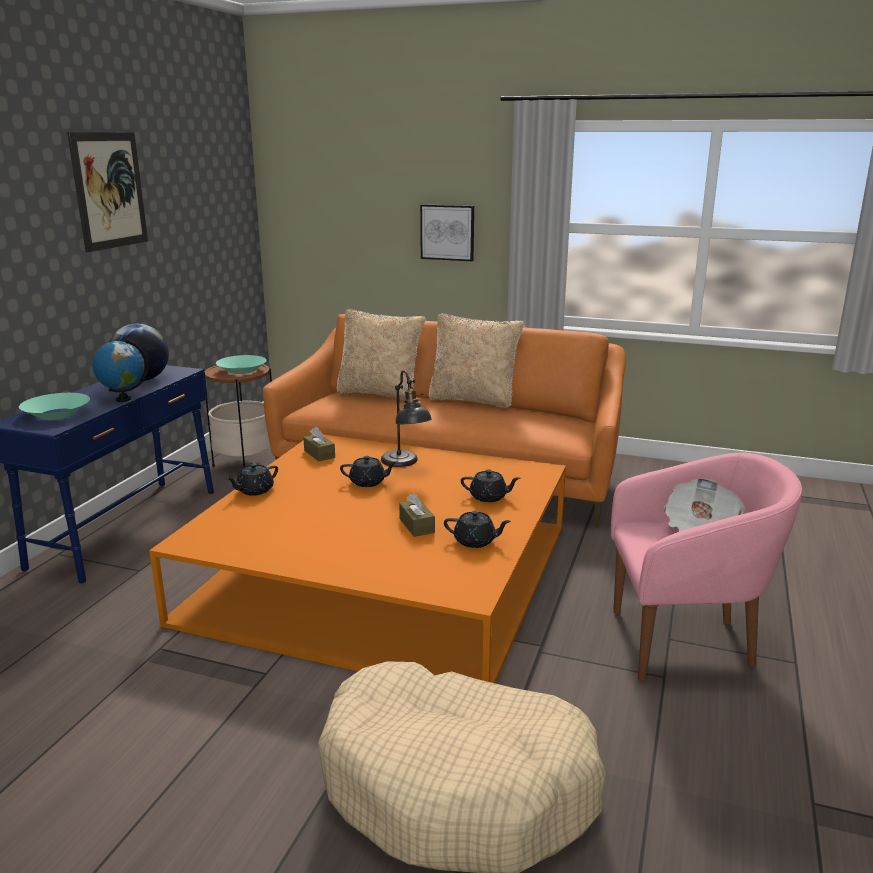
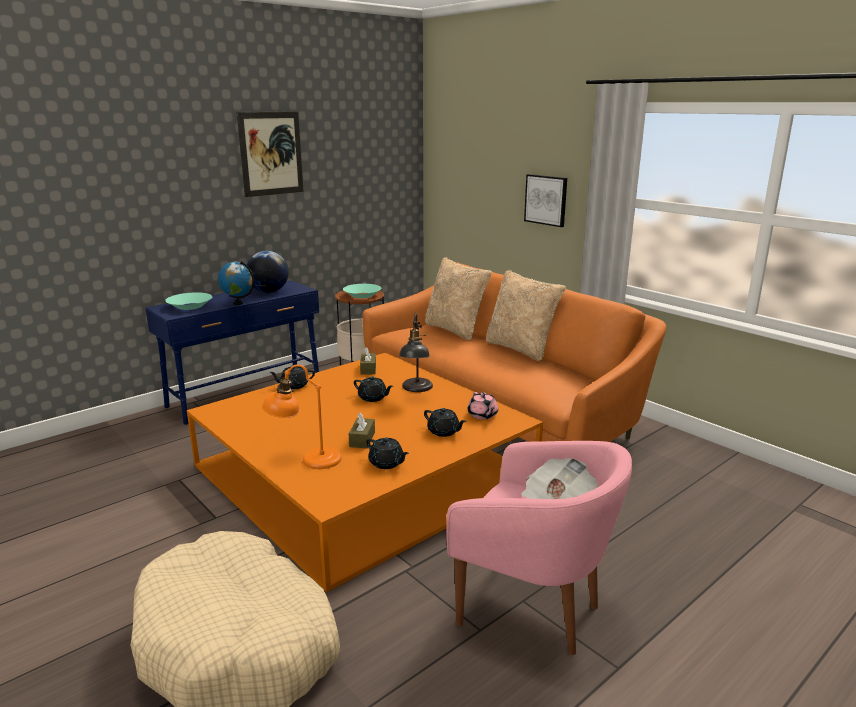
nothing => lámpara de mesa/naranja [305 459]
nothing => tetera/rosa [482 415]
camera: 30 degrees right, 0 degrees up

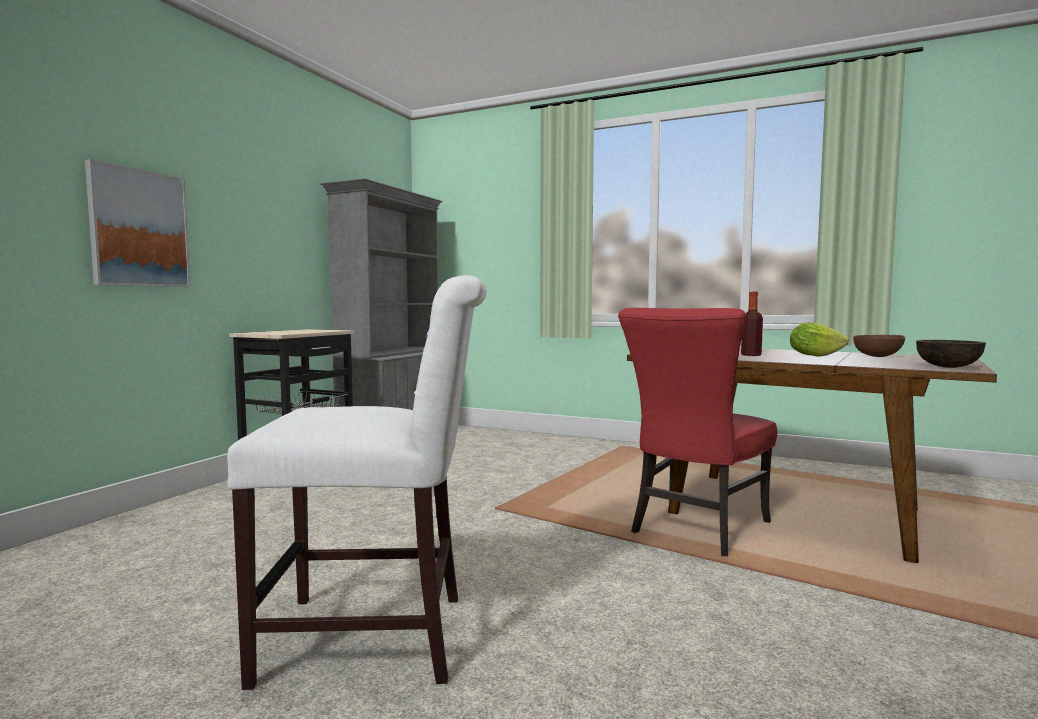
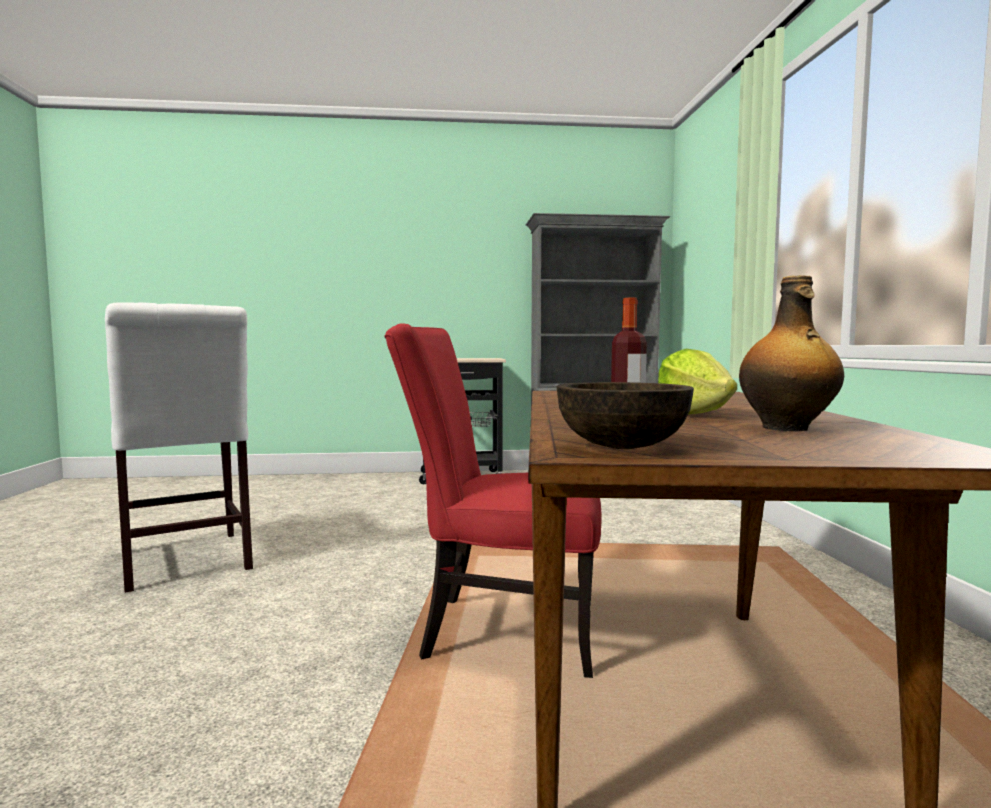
cuadro [139 228] => nothing
cuenco/marrón [879 356] => botella [786 428]
camera: 60 degrees right, 0 degrees up

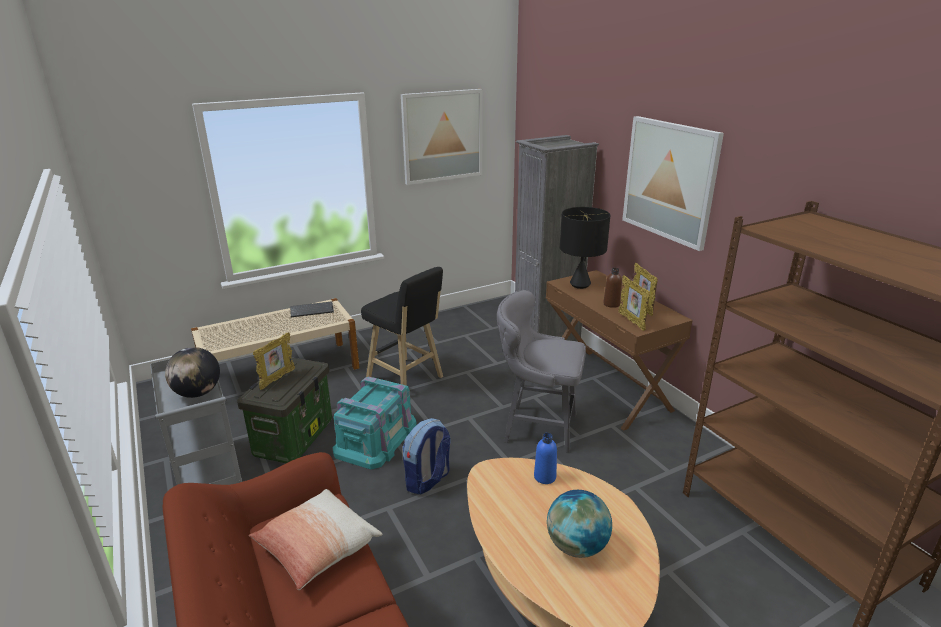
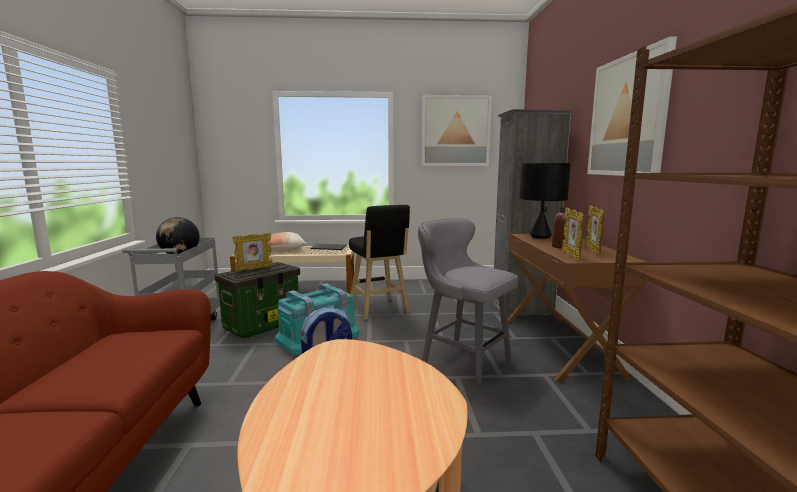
botella/azul [545 477] => nothing
cojín [317 548] => cojín [283 249], moved
globo terráqueo [577 546] => nothing
camera: 25 degrees right, 15 degrees down

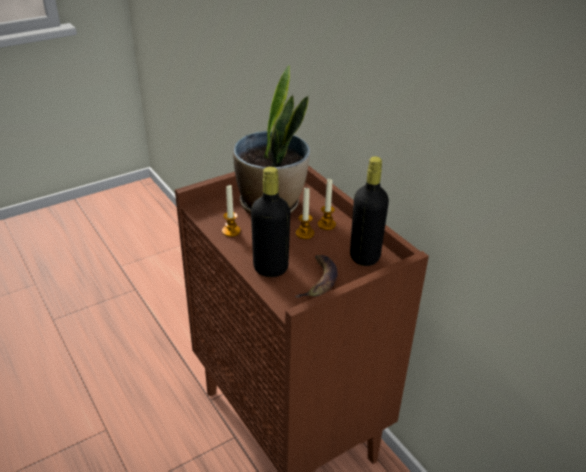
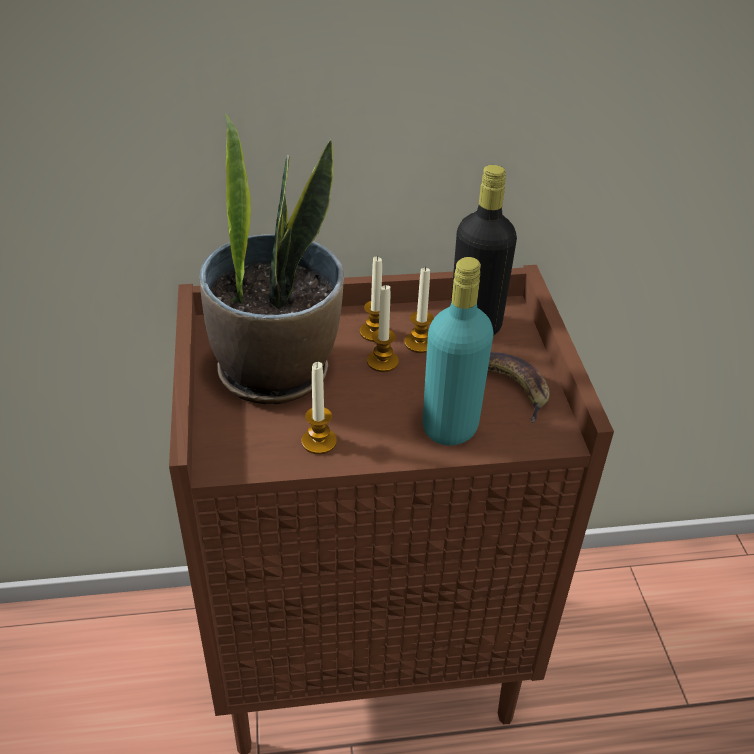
botella/negro [270 268] => botella/turquesa [450 427]
nothing => vela [420 343]
camera: 65 degrees left, 5 degrees up

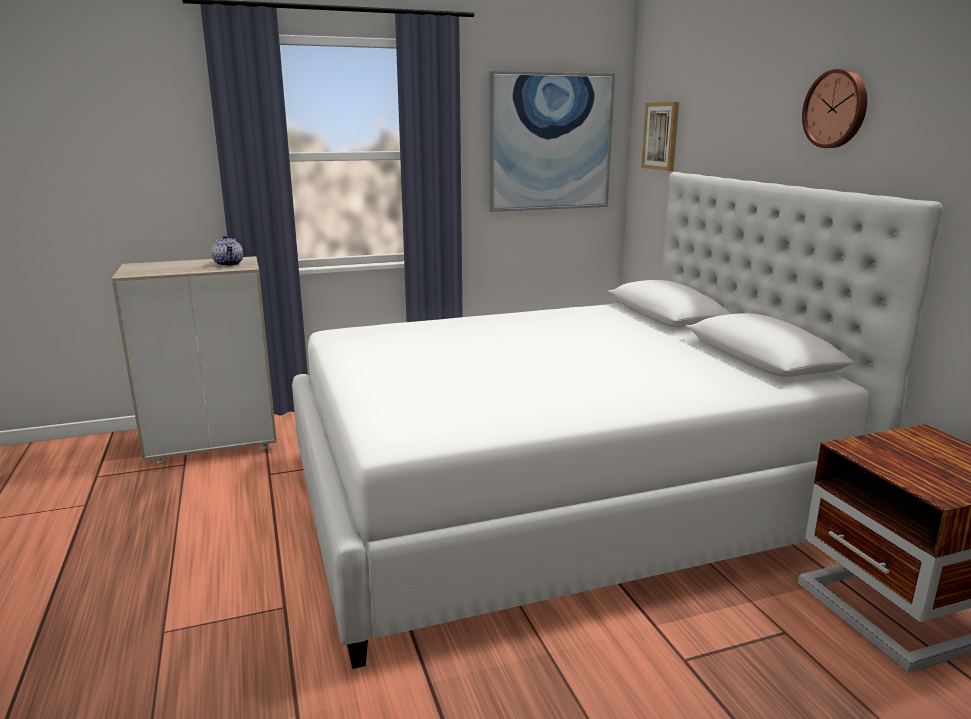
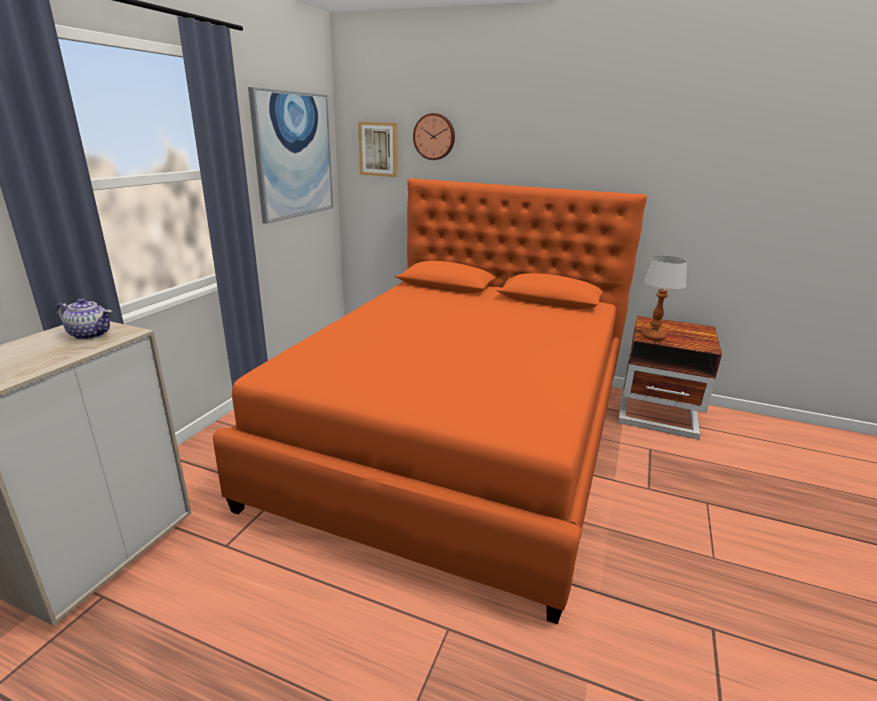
reloj de pared [836 109] => reloj de pared [434 136], moved
cama/blanco [555 496] => cama/naranja [458 438]
nothing => lámpara de mesa [653 337]
camera: 50 degrees left, 5 degrees up

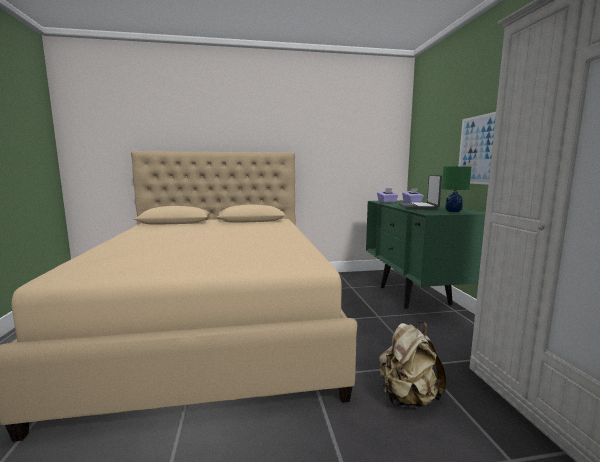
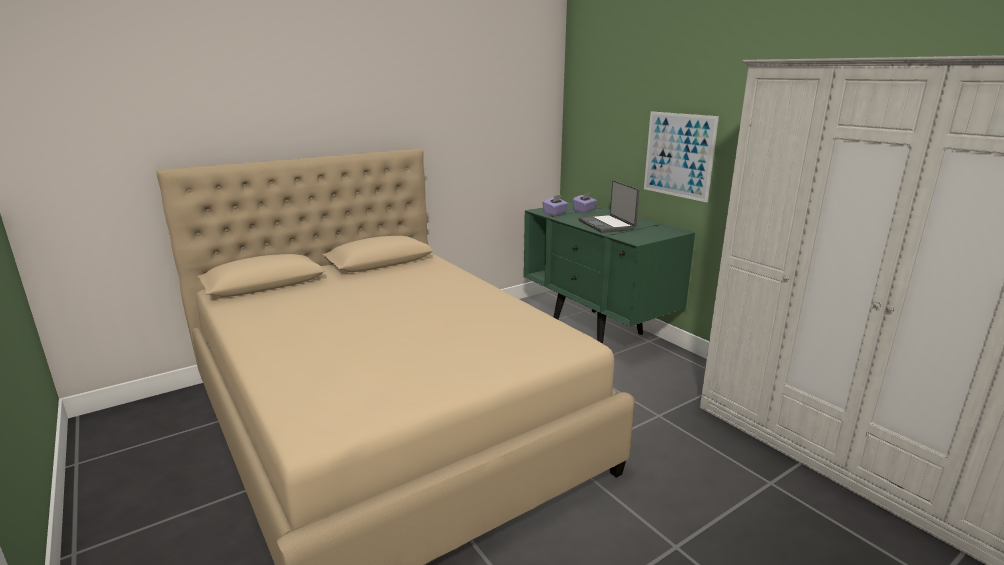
lámpara de mesa/verde [454 211] => nothing
mochila/beis [407 398] => nothing
camera: 25 degrees left, 10 degrees up

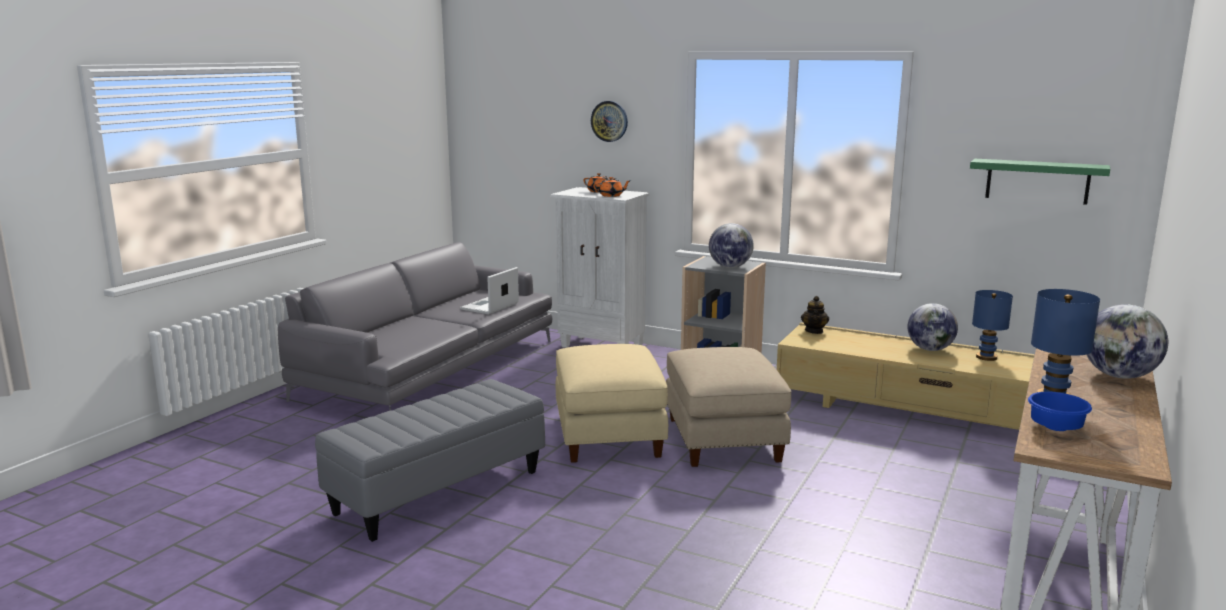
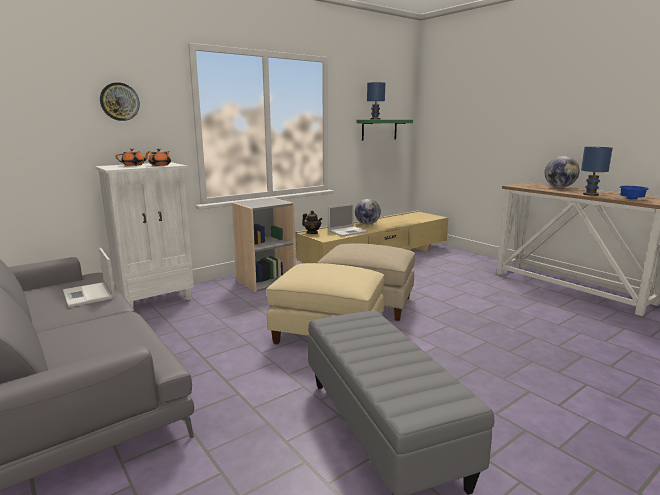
globo terráqueo [730 267] => nothing
lámpara de mesa/azul [986 357] => lámpara de mesa/azul [375 119], moved
nothing => portátil [348 231]
camera: 65 degrees left, 0 degrees up

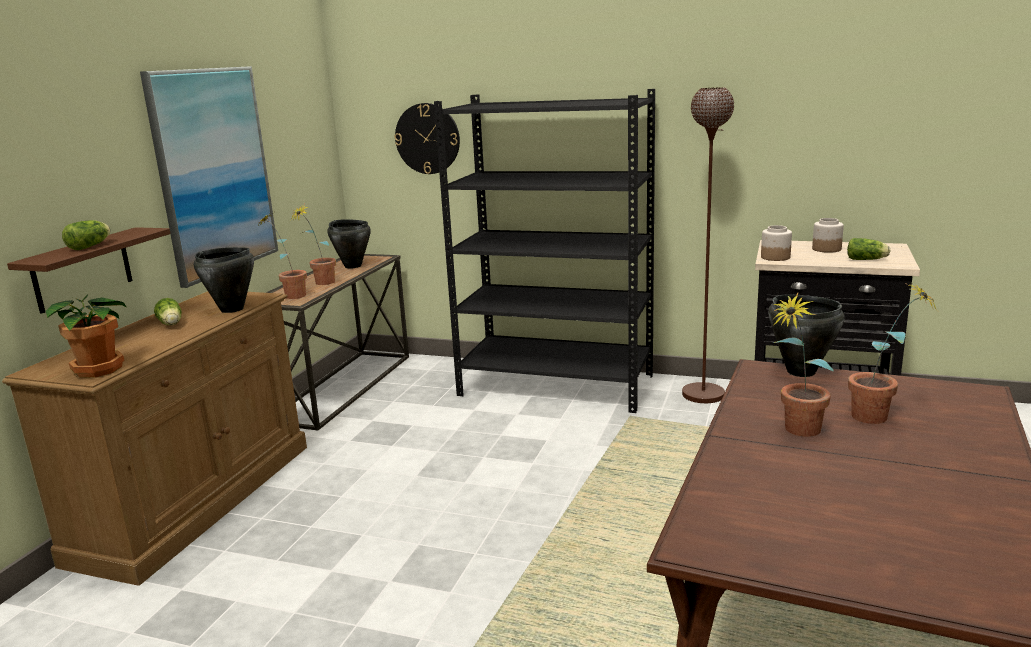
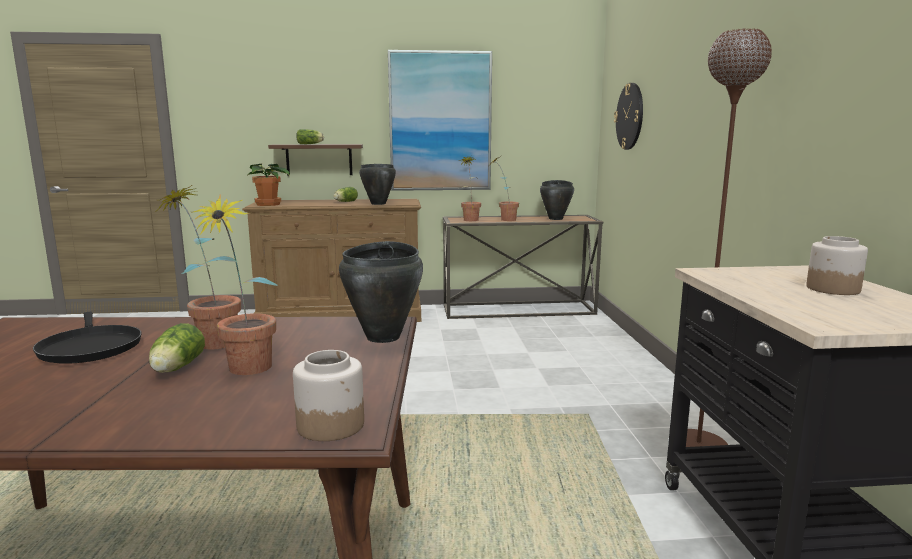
estantería/negro [556 385] => nothing
tarro [775 257] => tarro [331 425], moved
lechuga [867 260] => lechuga [176 368], moved
nothing => sartén/negro [90 347]
camera: 65 degrees right, 5 degrees down

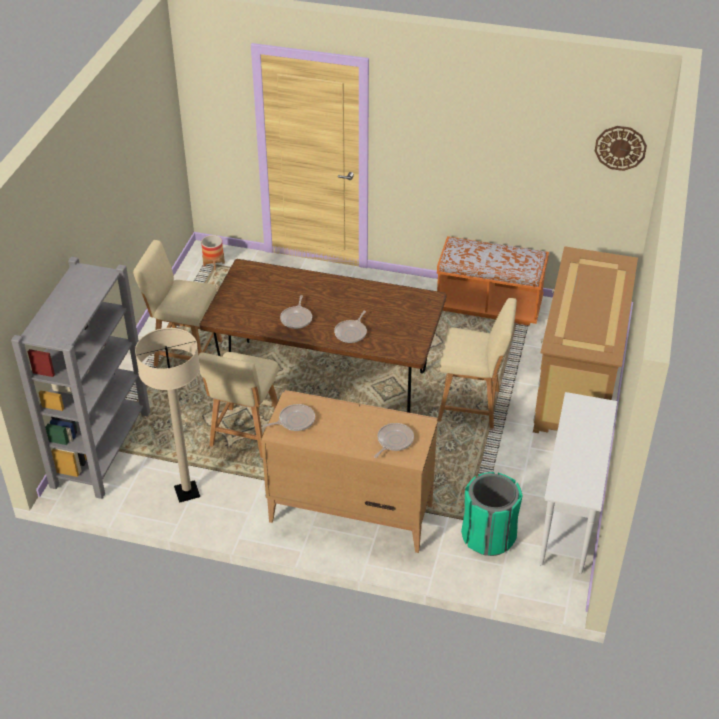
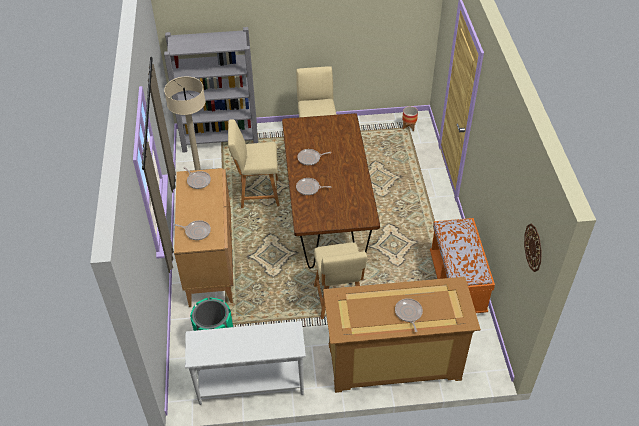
nothing => sartén [408 313]
camera: 70 degrees right, 5 degrees up

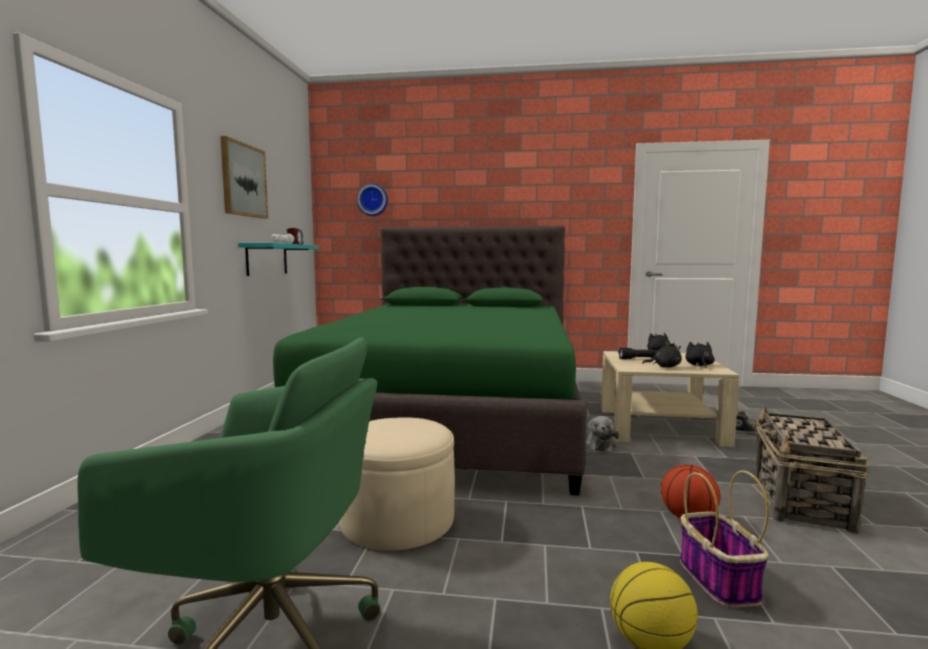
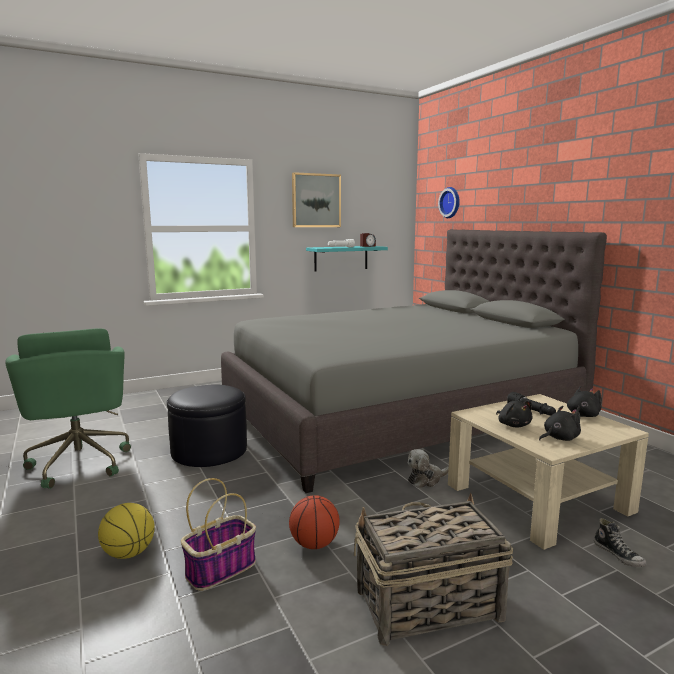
cama/verde [452 415] => cama/gris [398 413]
puf/beis [397 519] => puf/negro [209 450]
camera: 55 degrees right, 5 degrees up

